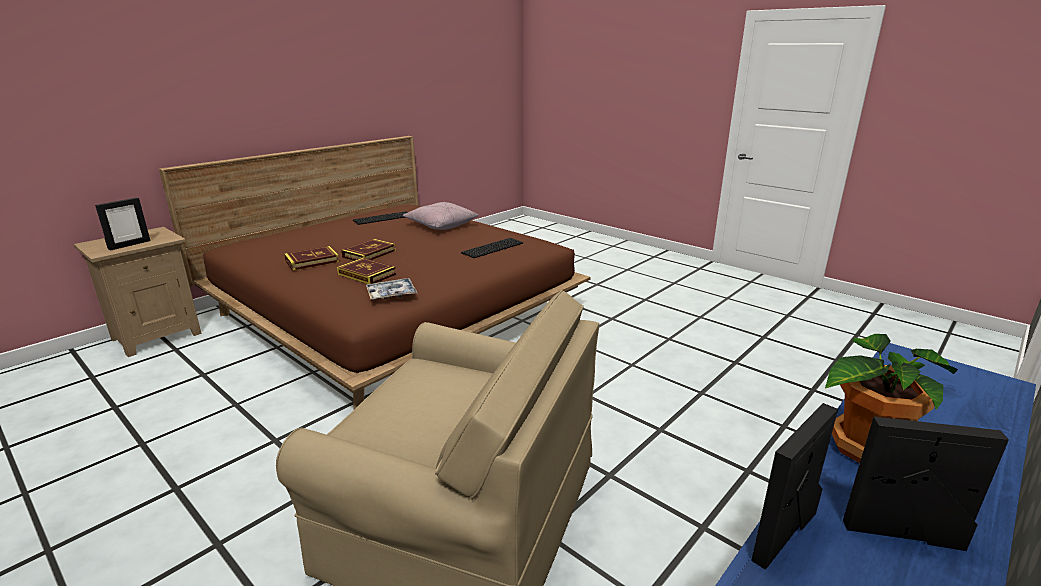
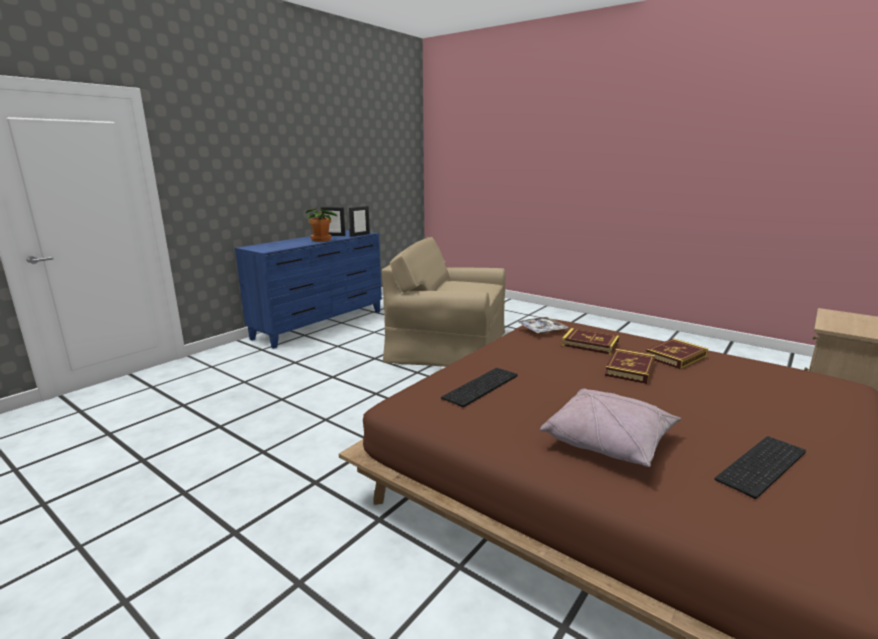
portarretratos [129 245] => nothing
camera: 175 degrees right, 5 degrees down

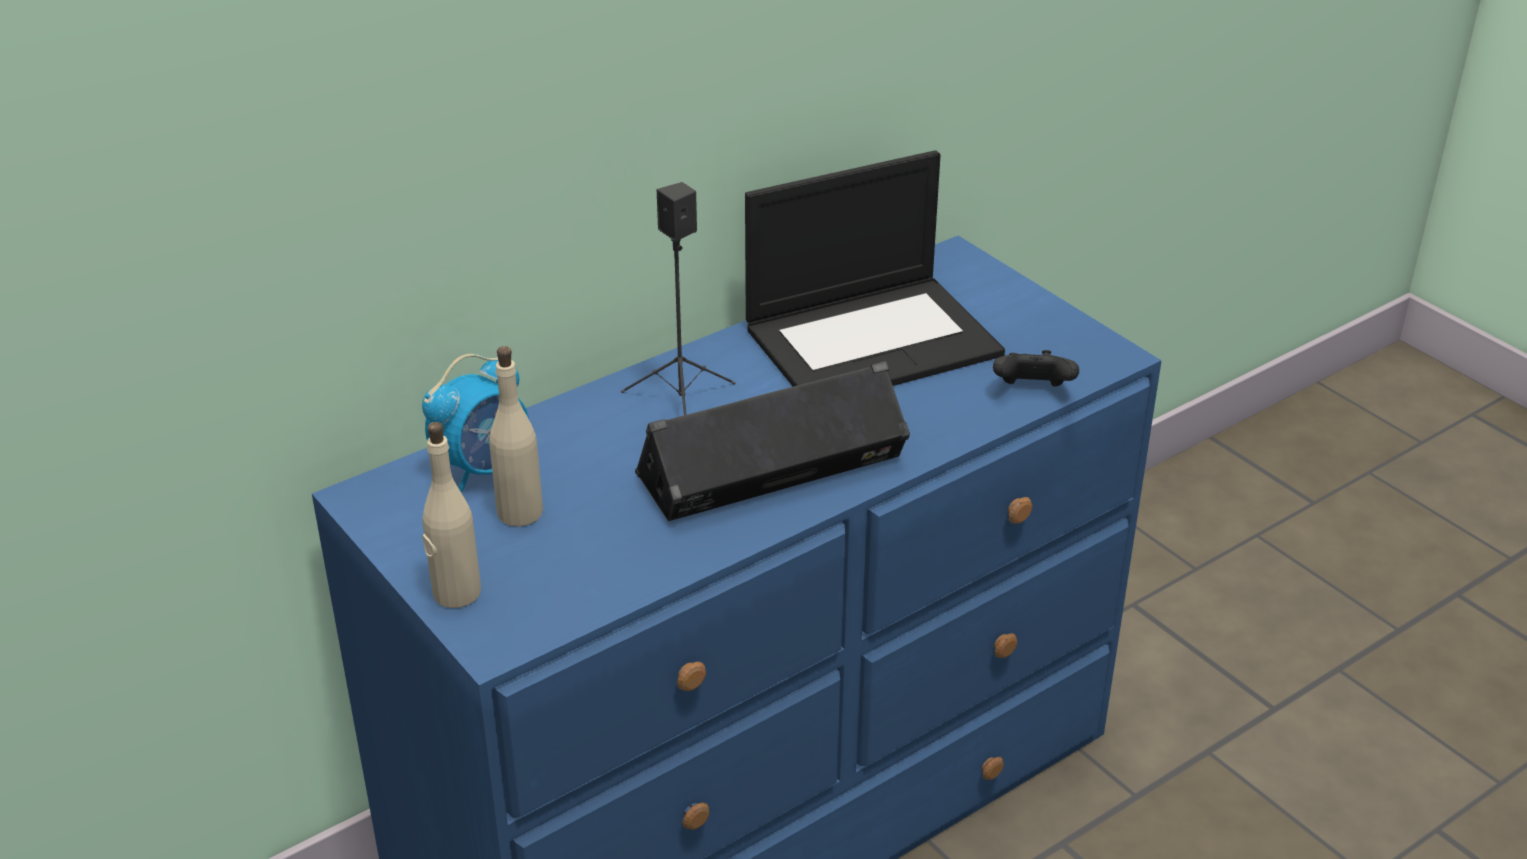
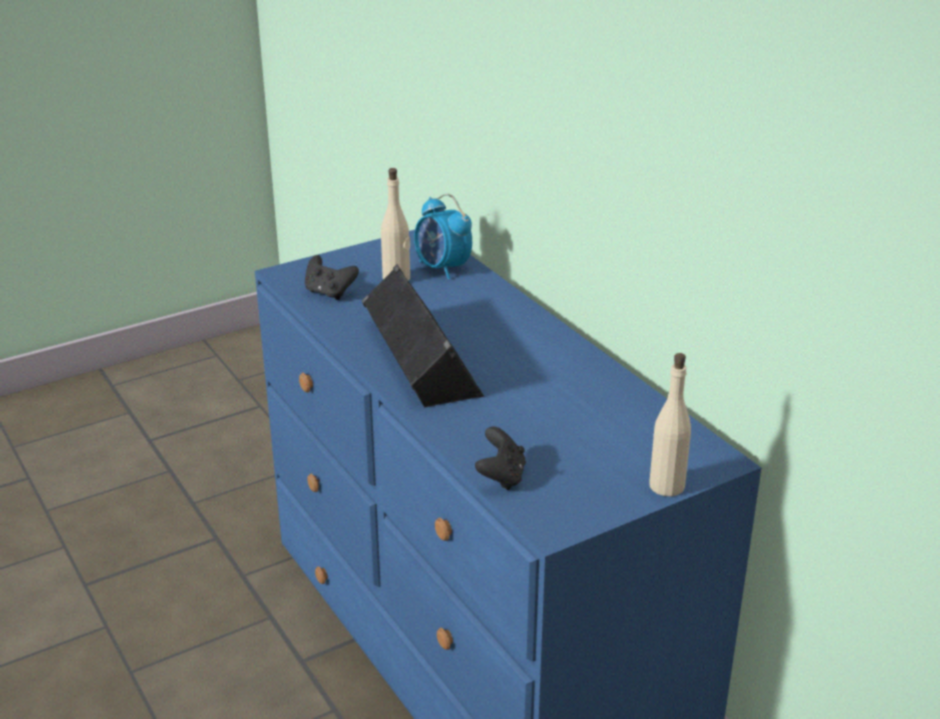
portátil [873 339] => nothing
altavoz/negro [682 407] => nothing
botella/beis [456 593] => botella/beis [666 485], moved
nothing => mando de consola/negro [329 293]
camera: 95 degrees right, 5 degrees down

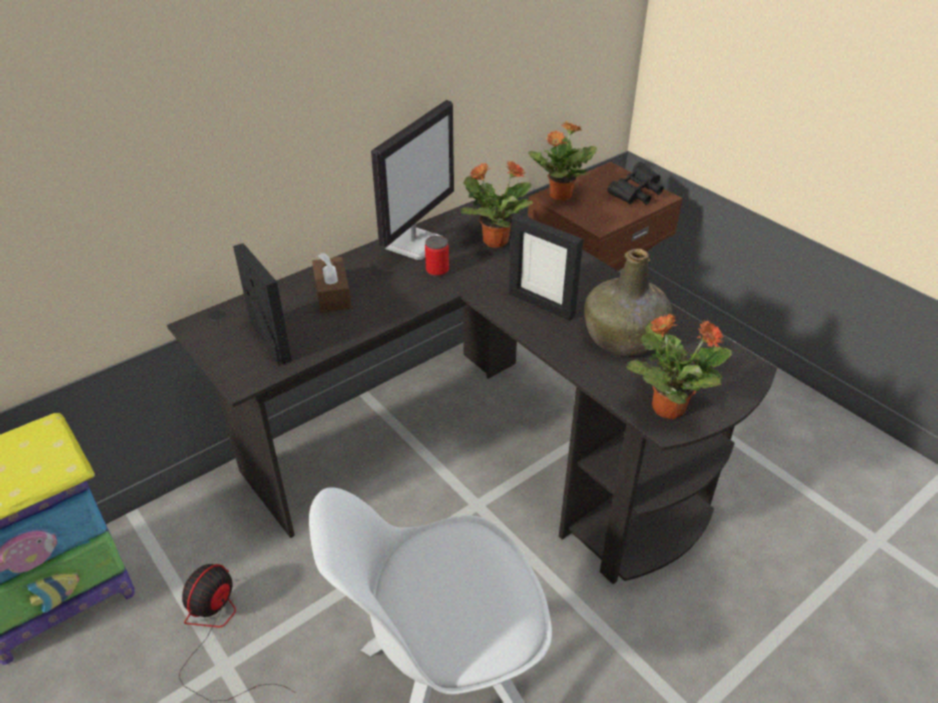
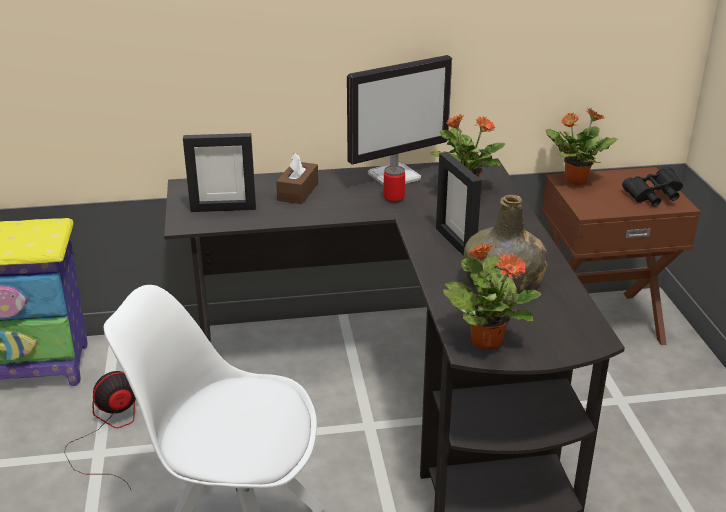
portarretratos [269 342] => portarretratos [223 208], 90 degrees clockwise
camera: 30 degrees right, 10 degrees down

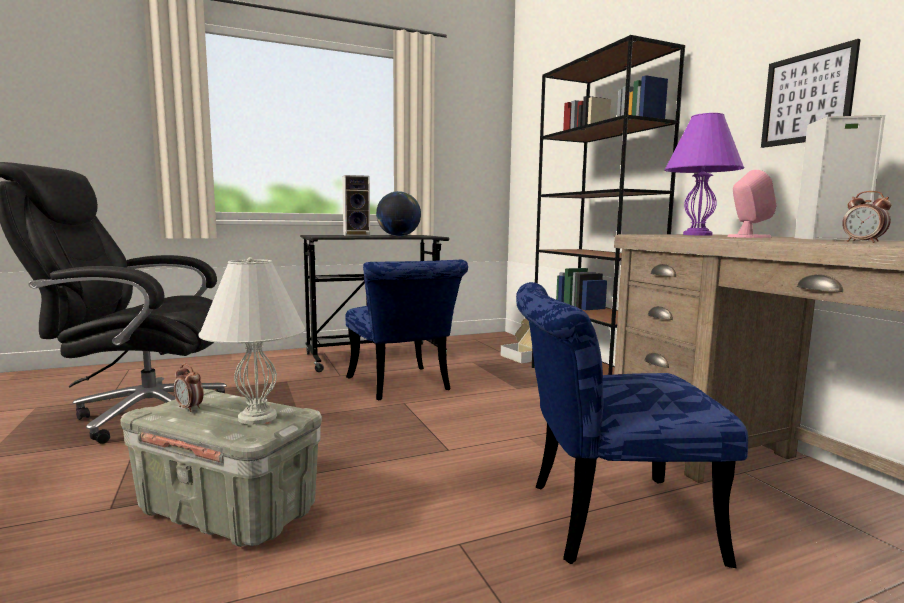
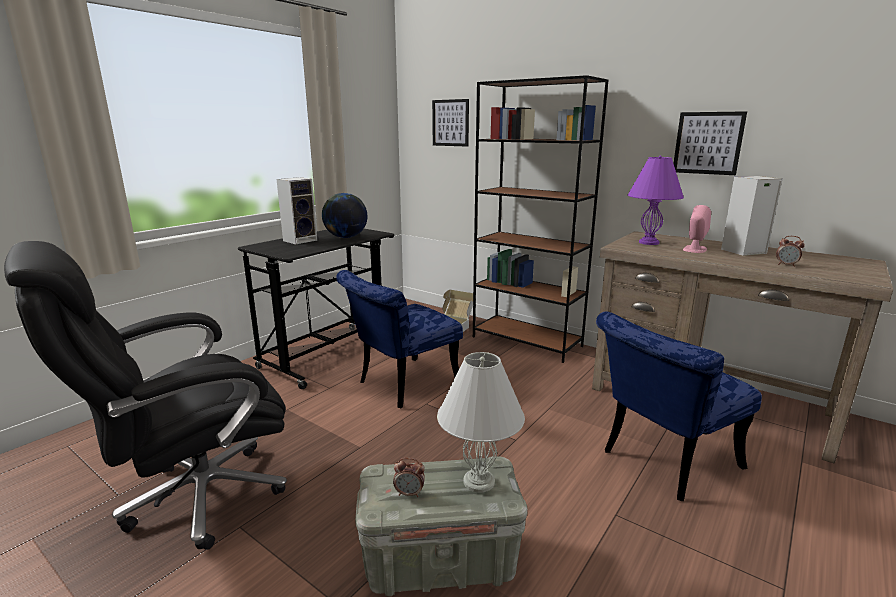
silla/azul [402 386] => silla/azul [401 385], 105 degrees clockwise
nothing => cuadro [450 123]
camera: 30 degrees left, 10 degrees up

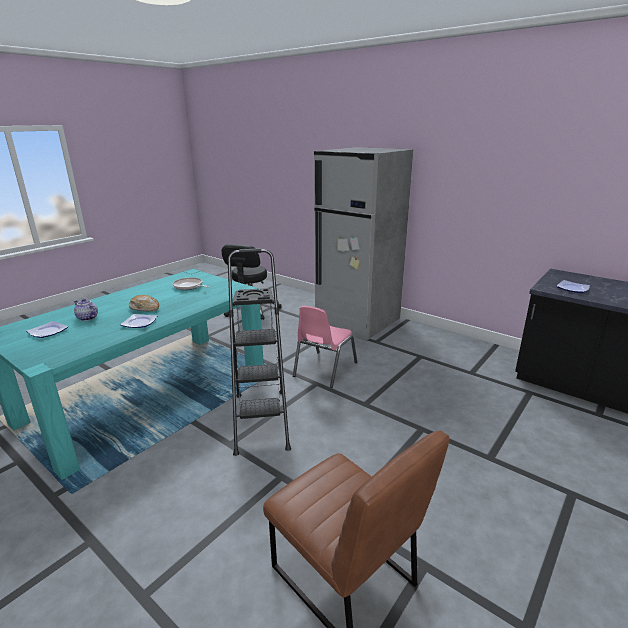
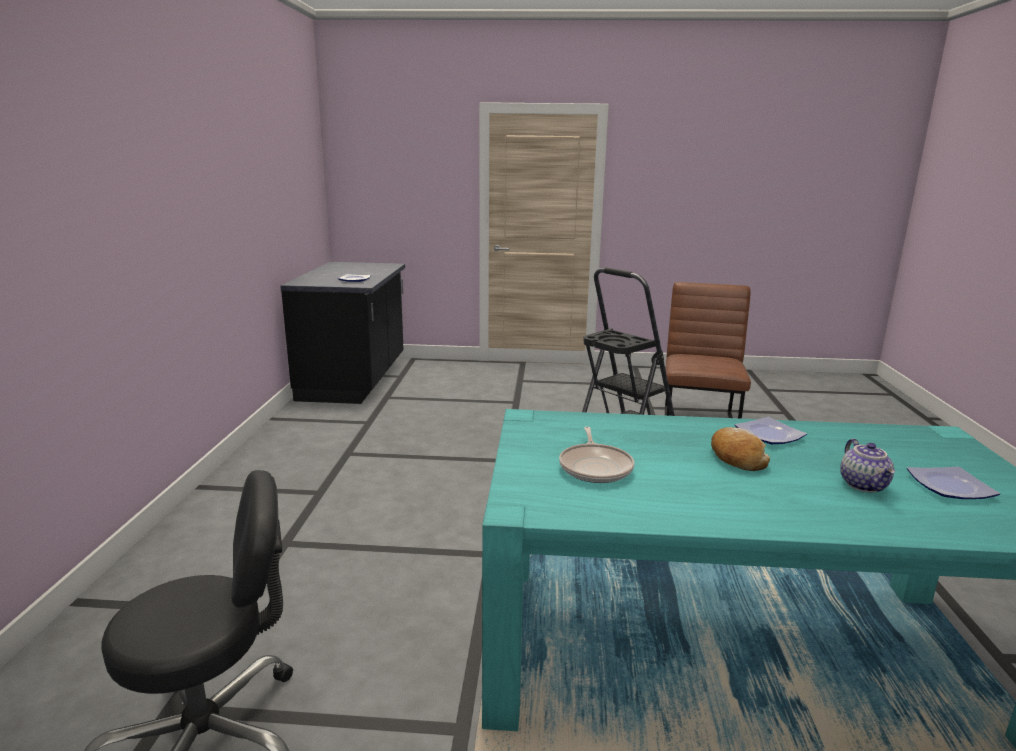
nevera/gris [358 321] => nothing
silla/rosa [324 369] => nothing
camera: 125 degrees left, 5 degrees down

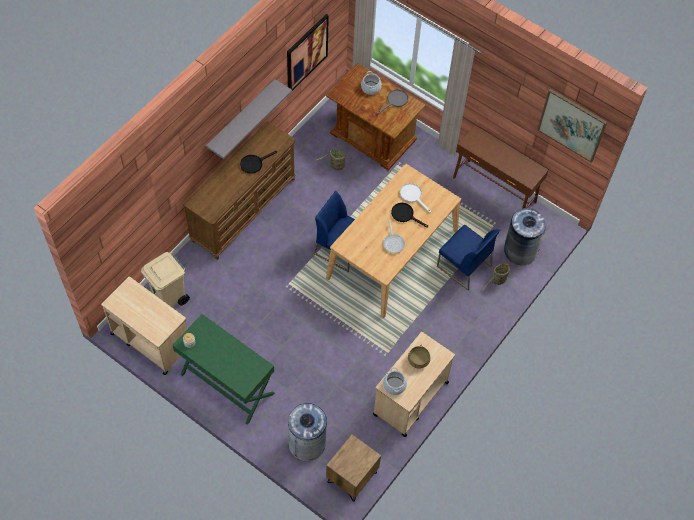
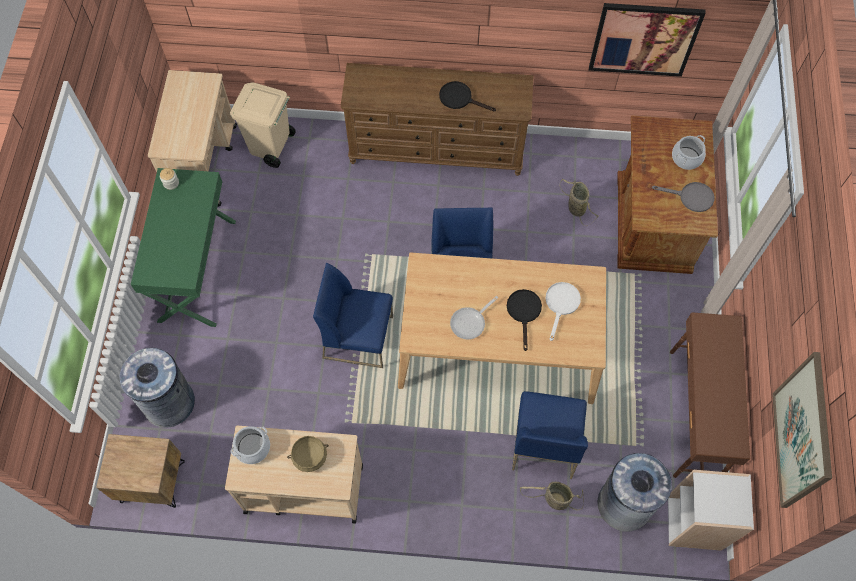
estante/gris [241 117] => nothing
nothing => silla/azul [359 336]
nothing => estantería [694 523]
camera: 60 degrees right, 5 degrees up

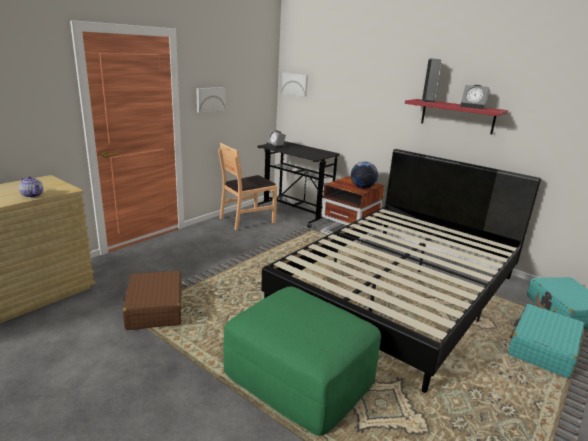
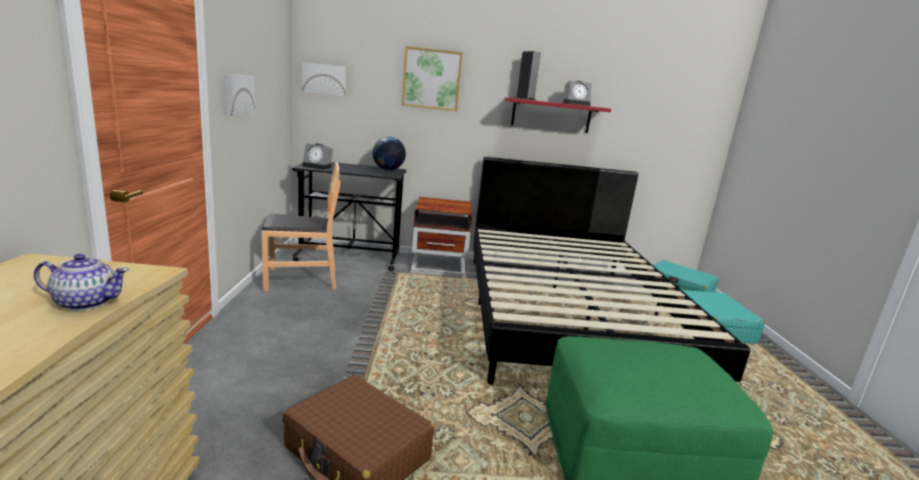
silla/marrón [247 220] => silla/marrón [301 279], 120 degrees counterclockwise
globo terráqueo [362 188] => globo terráqueo [388 169], moved
nothing => cuadro [431 79]
camera: 40 degrees left, 5 degrees down

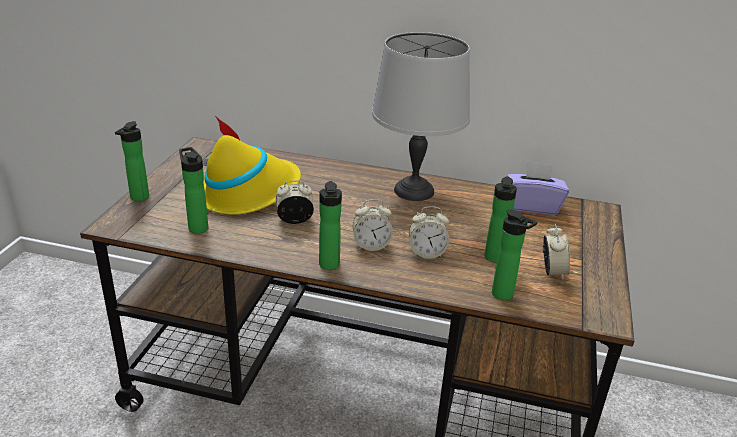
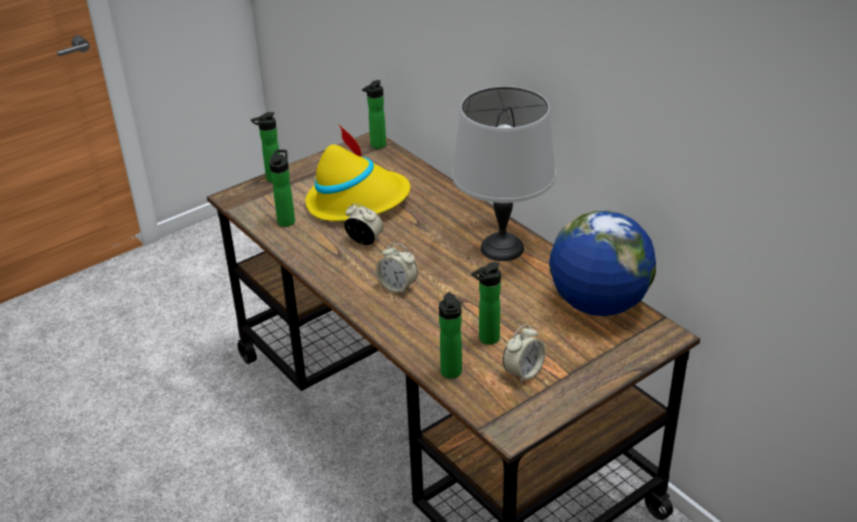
caja de pañuelos/morado [532 206] => globo terráqueo [598 304]
botella [329 266] => botella [376 146], moved
despertador [427 253] => nothing
camera: 40 degrees right, 5 degrees up

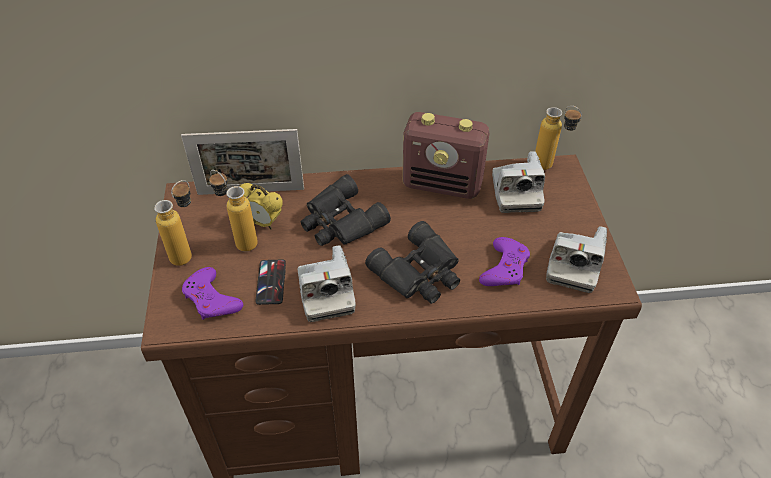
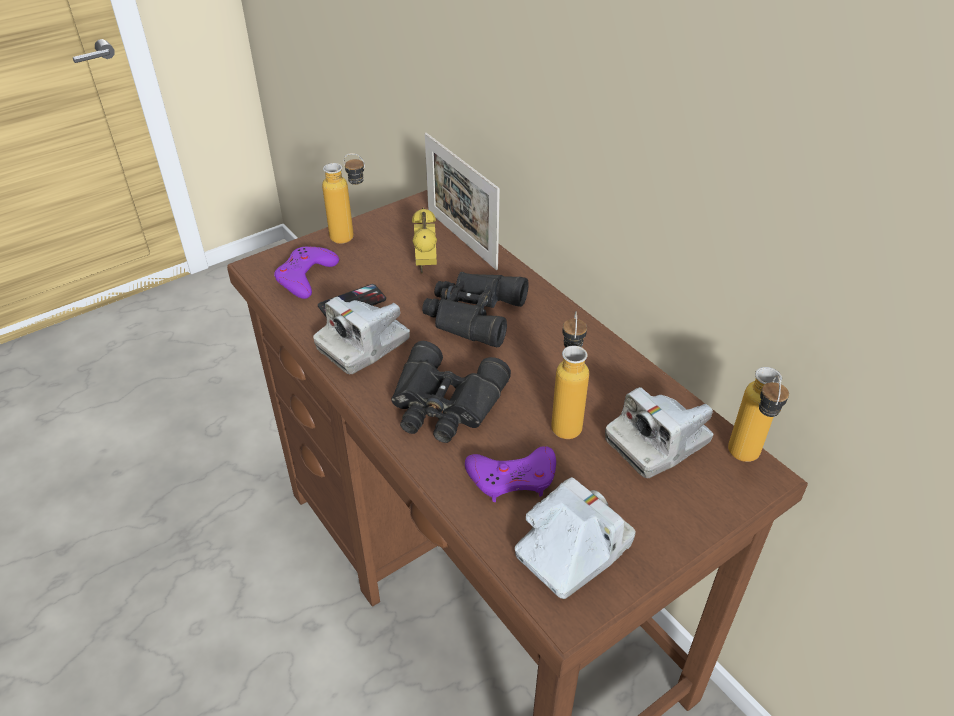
radio [443 185] => nothing
botella [240 240] => botella [566 419], moved
cámara [573 266] => cámara [573 550], 150 degrees clockwise
camera: 60 degrees right, 5 degrees down

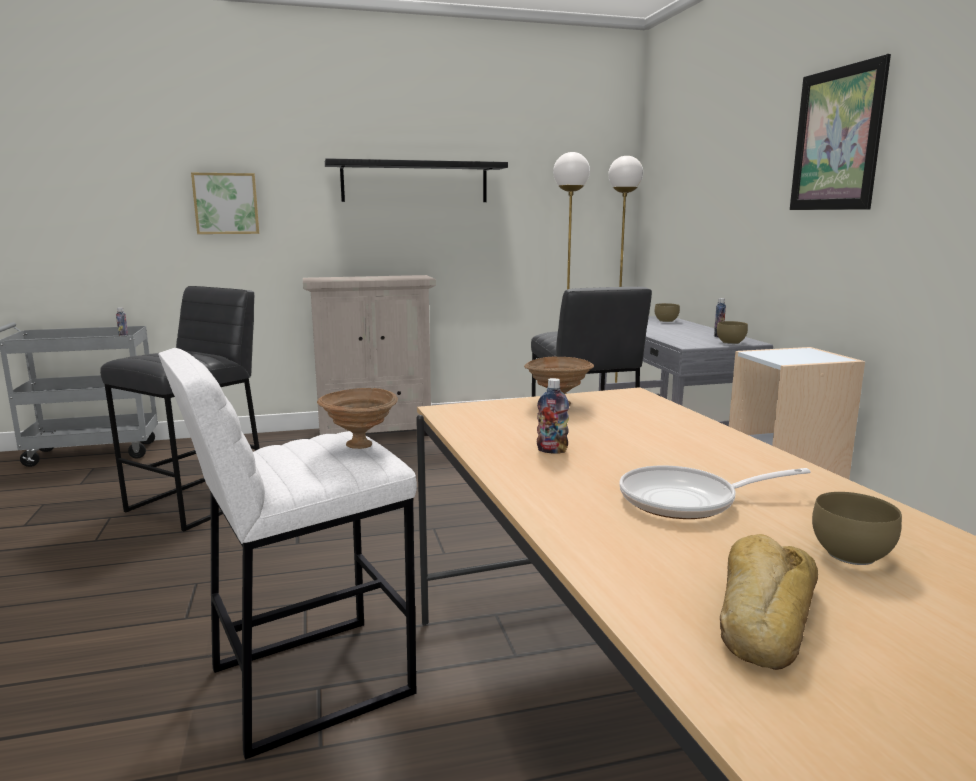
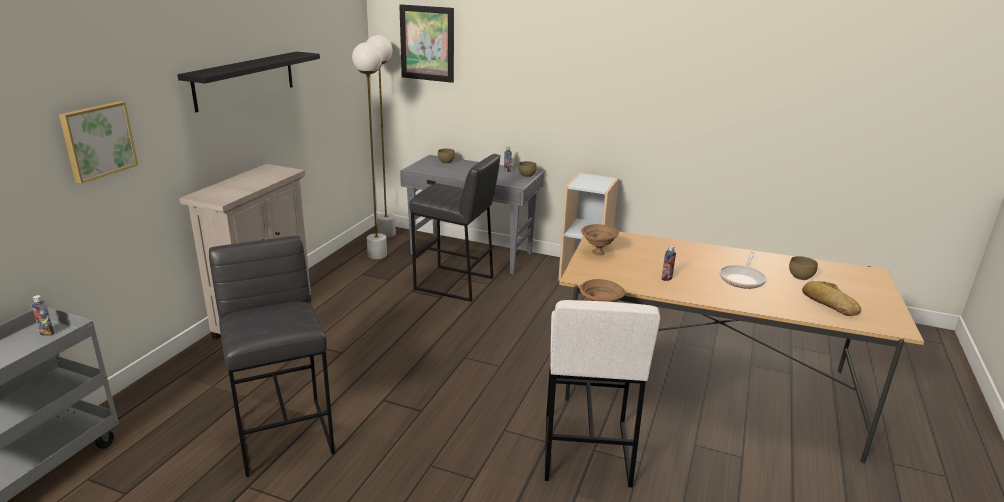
cuadro [837 139] => cuadro [427 43], moved
camera: 55 degrees left, 10 degrees up

